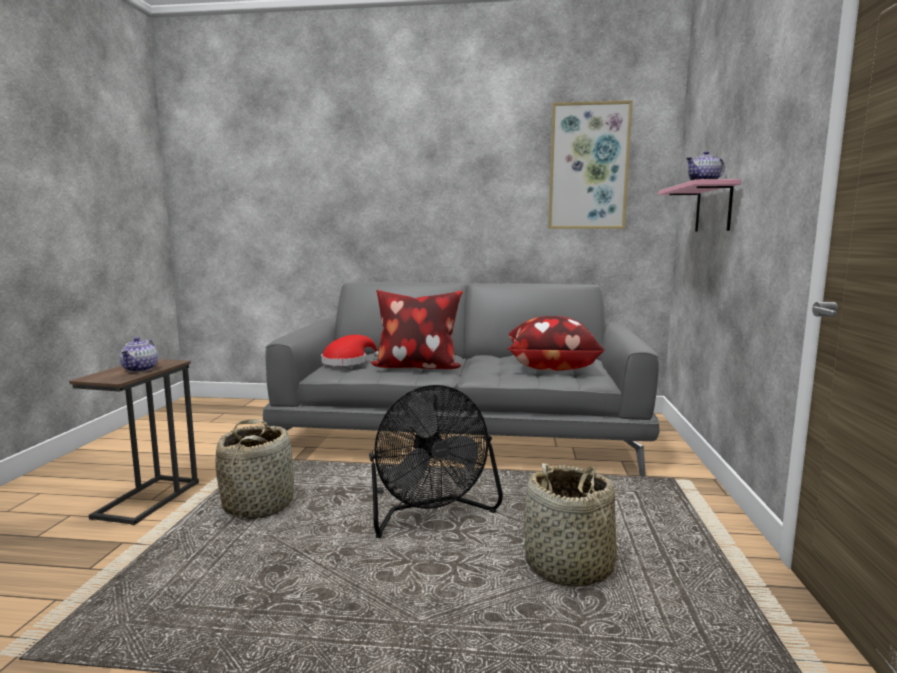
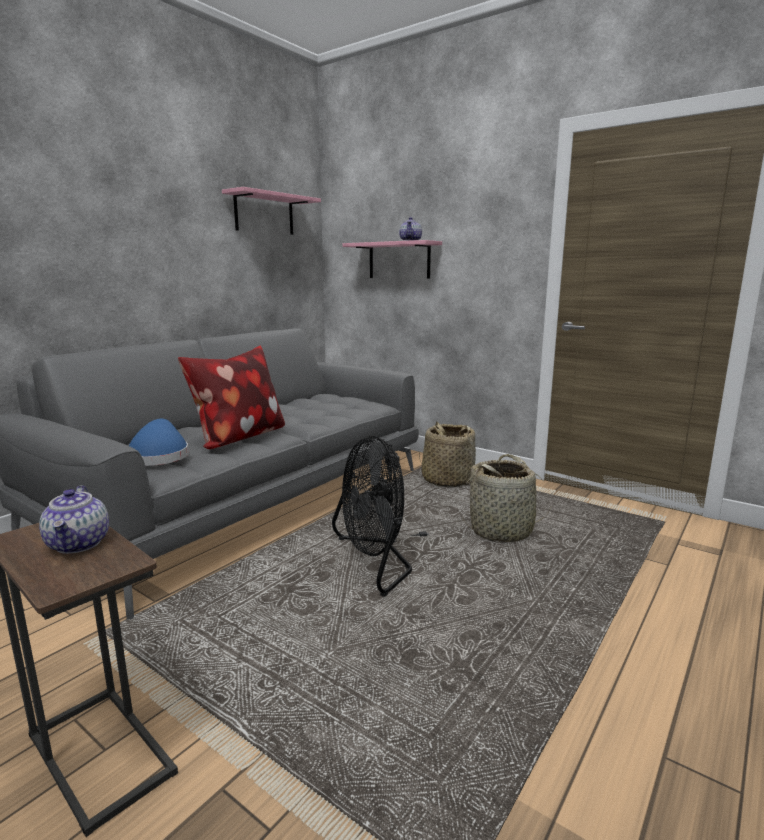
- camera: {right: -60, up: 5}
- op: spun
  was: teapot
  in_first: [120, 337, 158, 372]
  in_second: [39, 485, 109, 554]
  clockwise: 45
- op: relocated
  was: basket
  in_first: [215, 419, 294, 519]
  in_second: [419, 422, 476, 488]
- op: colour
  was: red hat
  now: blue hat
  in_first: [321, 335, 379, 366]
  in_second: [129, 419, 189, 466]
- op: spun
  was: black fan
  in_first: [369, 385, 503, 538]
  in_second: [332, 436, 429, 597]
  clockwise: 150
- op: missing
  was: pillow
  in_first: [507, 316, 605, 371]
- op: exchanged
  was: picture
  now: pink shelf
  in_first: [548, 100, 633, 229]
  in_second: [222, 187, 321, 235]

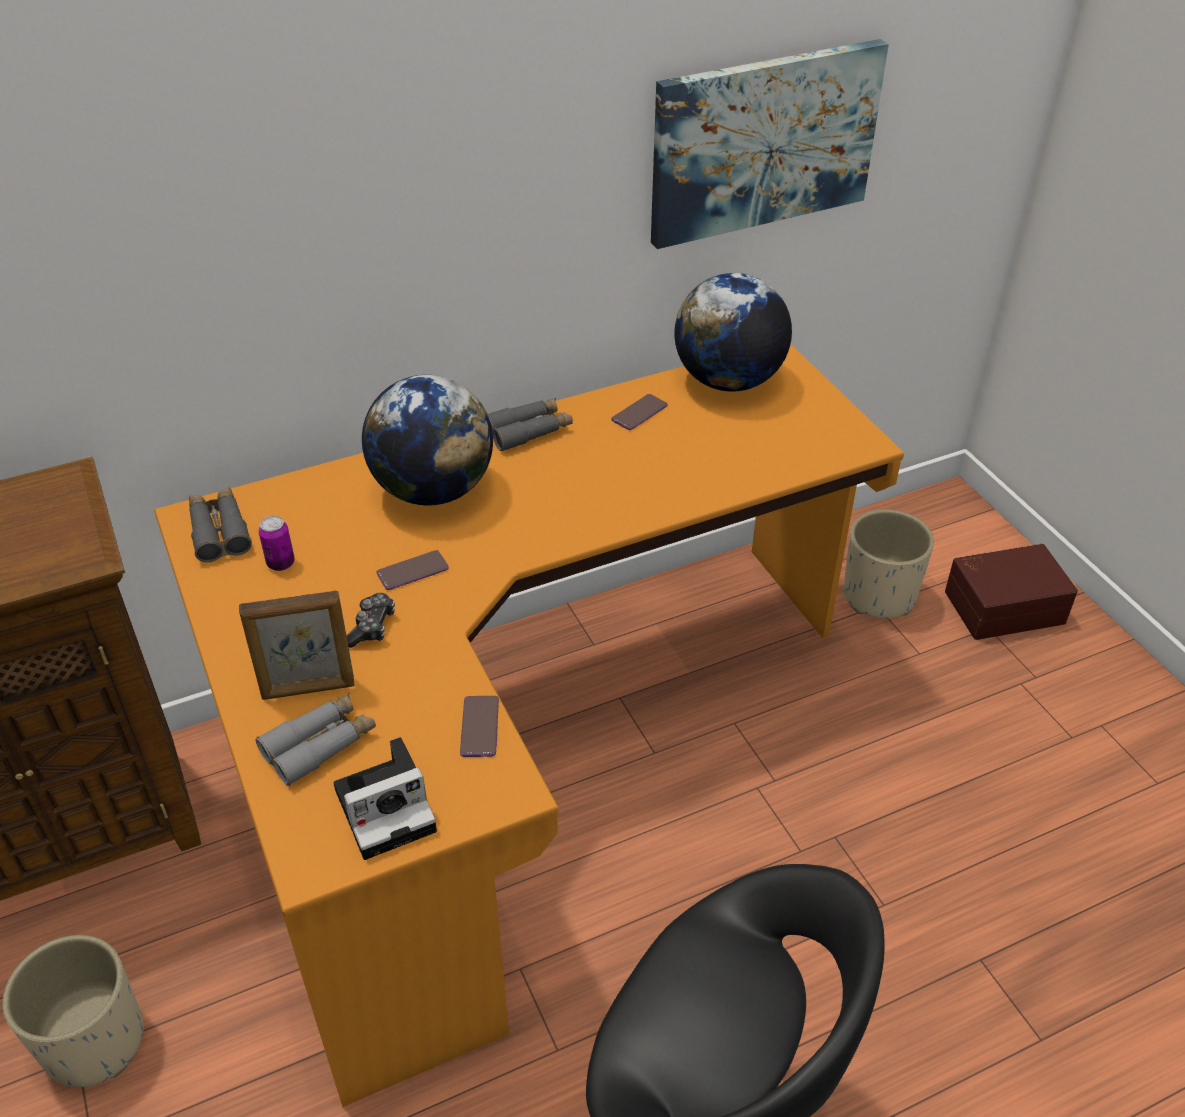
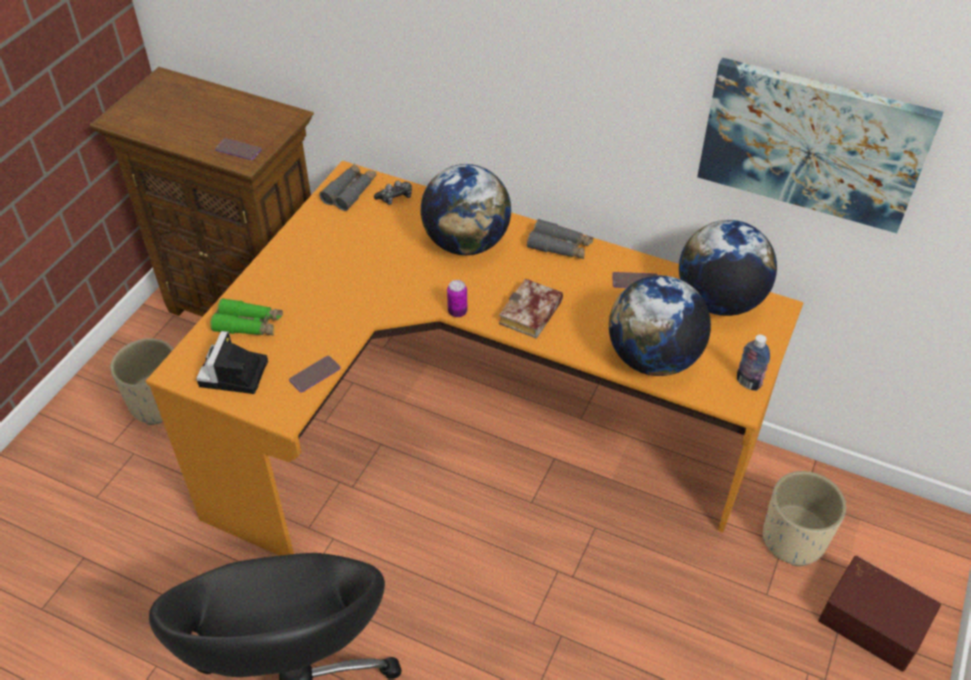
- camera: {right: 50, up: 5}
- op: missing
  was: picture frame
  in_first: [239, 591, 355, 700]
- op: colour
  was: grey binoculars
  now: green binoculars
  in_first: [256, 693, 376, 786]
  in_second: [210, 298, 283, 335]
- op: relocated
  was: can
  in_first: [259, 516, 295, 571]
  in_second: [447, 280, 468, 317]
- op: spun
  was: photo camera
  in_first: [333, 737, 437, 860]
  in_second: [196, 331, 268, 394]
  clockwise: 75
- op: relocated
  was: game controller
  in_first: [347, 593, 395, 648]
  in_second: [374, 181, 412, 205]
- op: relocated
  was: phone
  in_first: [376, 550, 449, 590]
  in_second: [215, 138, 262, 160]
- op: appeared
  now: book
  in_second: [499, 279, 563, 339]
- op: appeared
  now: globe
  in_second: [609, 275, 711, 376]
- op: appeared
  now: bottle
  in_second: [737, 335, 770, 391]

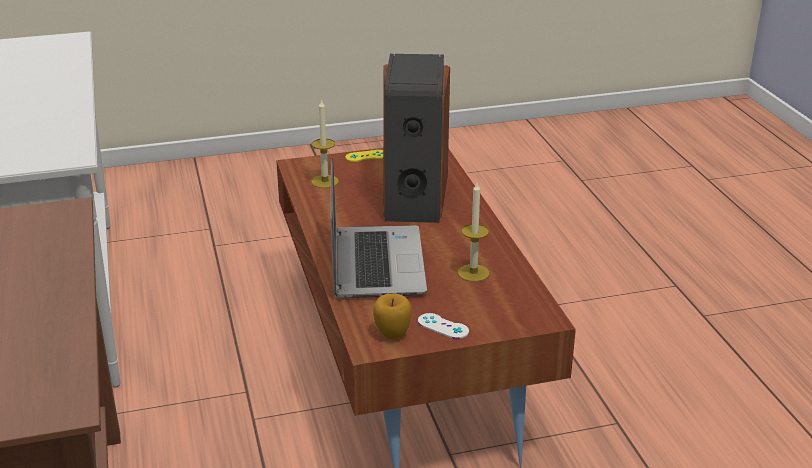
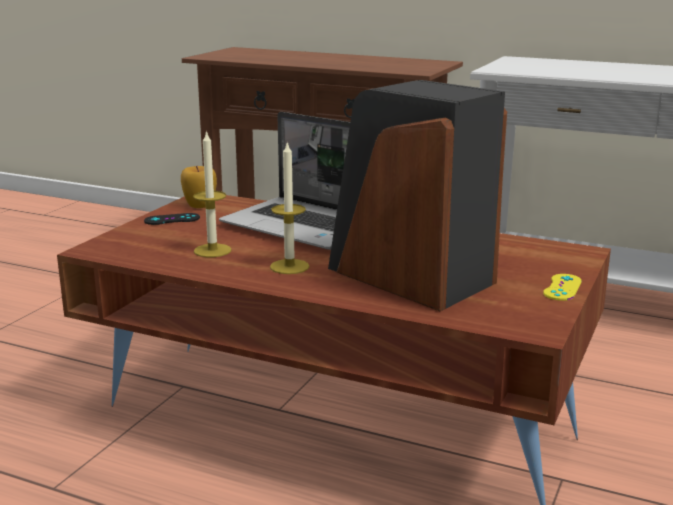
- camera: {right: 130, up: -10}
- op: relocated
  was: candle
  in_first: [311, 99, 339, 188]
  in_second: [270, 143, 310, 274]
- op: colour
  was: white game controller
  now: black game controller
  in_first: [418, 313, 469, 339]
  in_second: [144, 213, 200, 225]

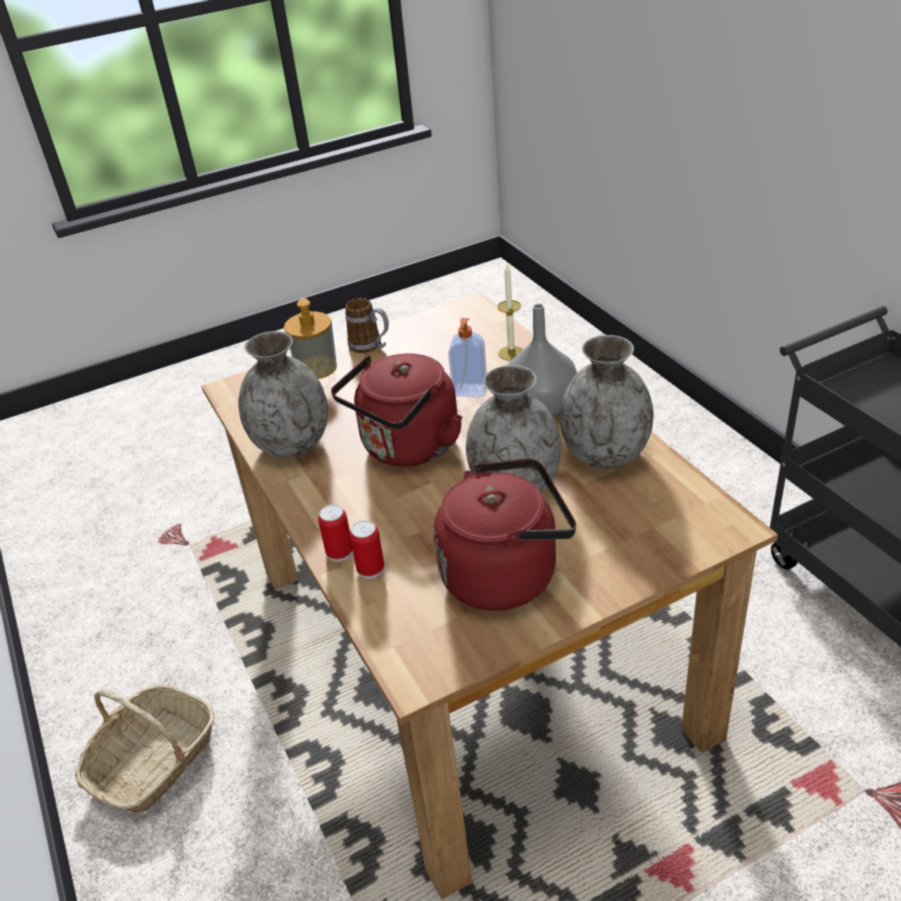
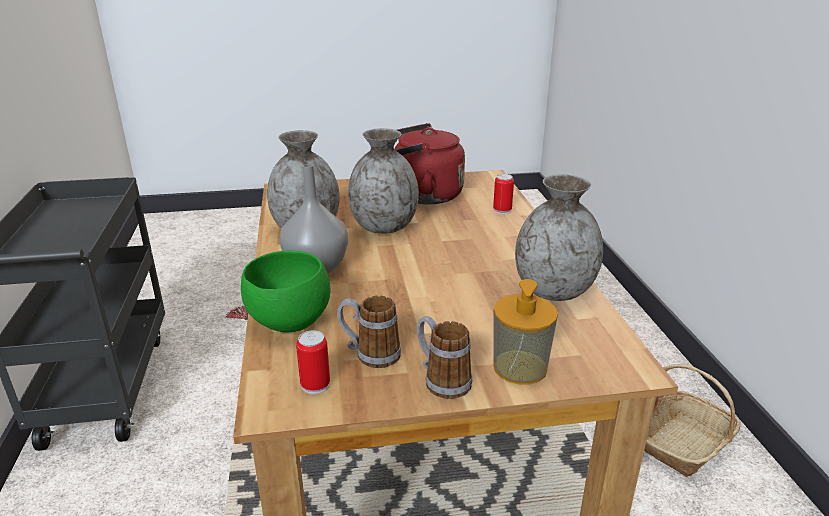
- camera: {right: -165, up: -10}
- op: relocated
  was: can
  in_first: [318, 504, 353, 562]
  in_second: [296, 330, 330, 394]
- op: missing
  was: red kettle
  in_first: [331, 353, 462, 467]
- op: missing
  was: soap dispenser
  in_first: [448, 318, 487, 397]
- op: exchanged
  was: candle
  now: green bowl
  in_first: [497, 265, 524, 361]
  in_second: [241, 251, 330, 332]
- op: appeared
  now: mug
  in_second: [337, 296, 401, 368]

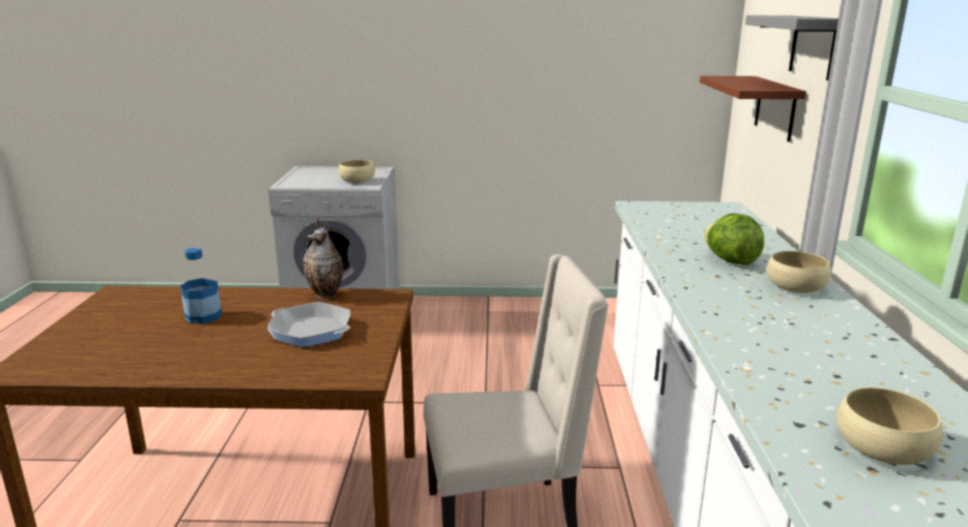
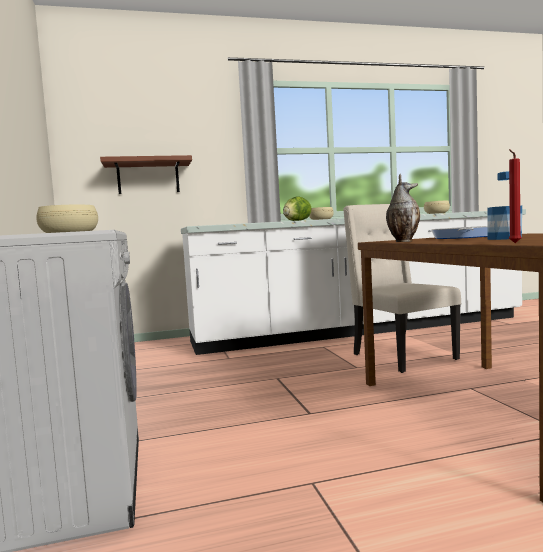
- camera: {right: -105, up: -15}
- op: missing
  was: grey shelf
  in_first: [745, 15, 839, 80]
- op: appeared
  now: red candle
  in_second: [509, 149, 522, 243]

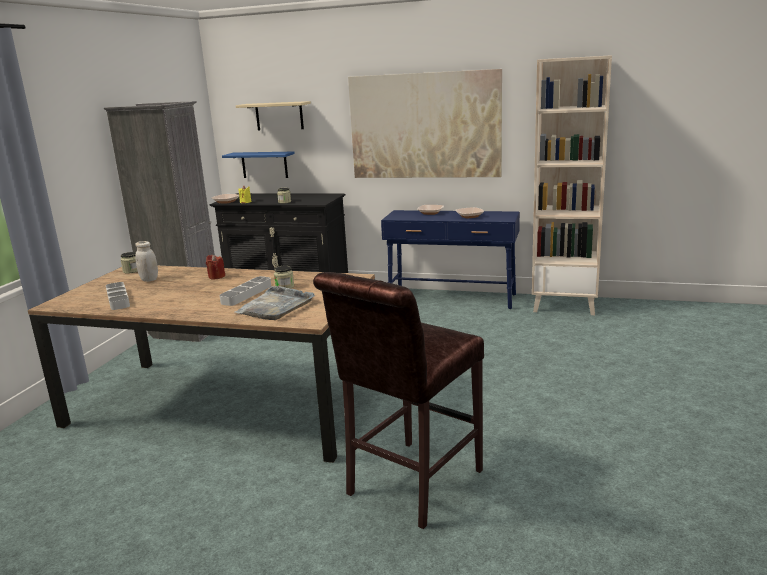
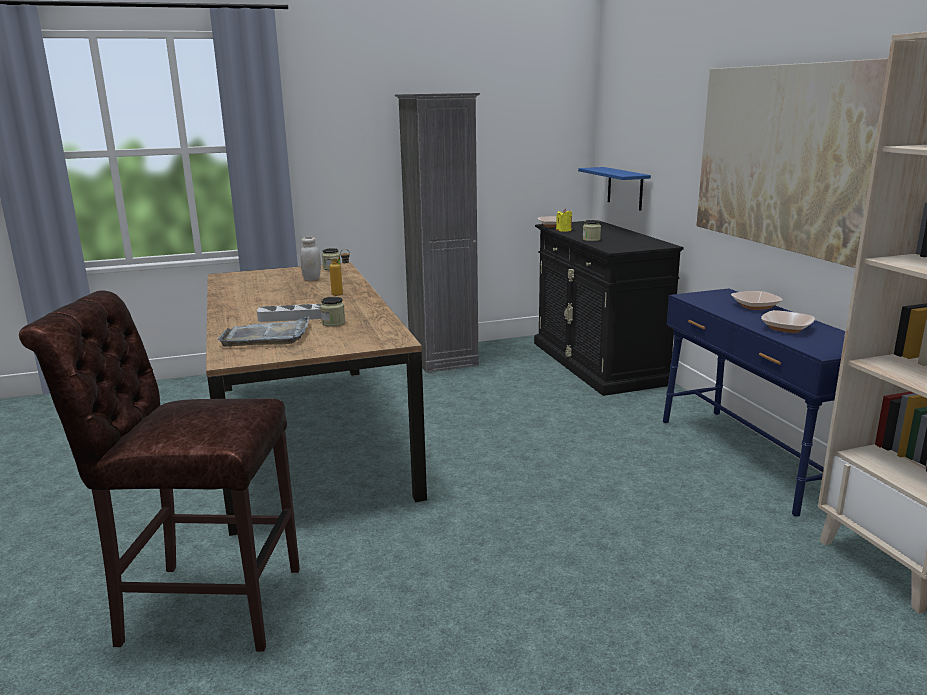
- camera: {right: 55, up: 0}
- op: missing
  was: grey tray
  in_first: [106, 282, 130, 310]
- op: exchanged
  was: red candle
  now: bottle
  in_first: [206, 255, 225, 279]
  in_second: [330, 249, 350, 296]
- op: missing
  was: beige shelf
  in_first: [236, 101, 311, 131]

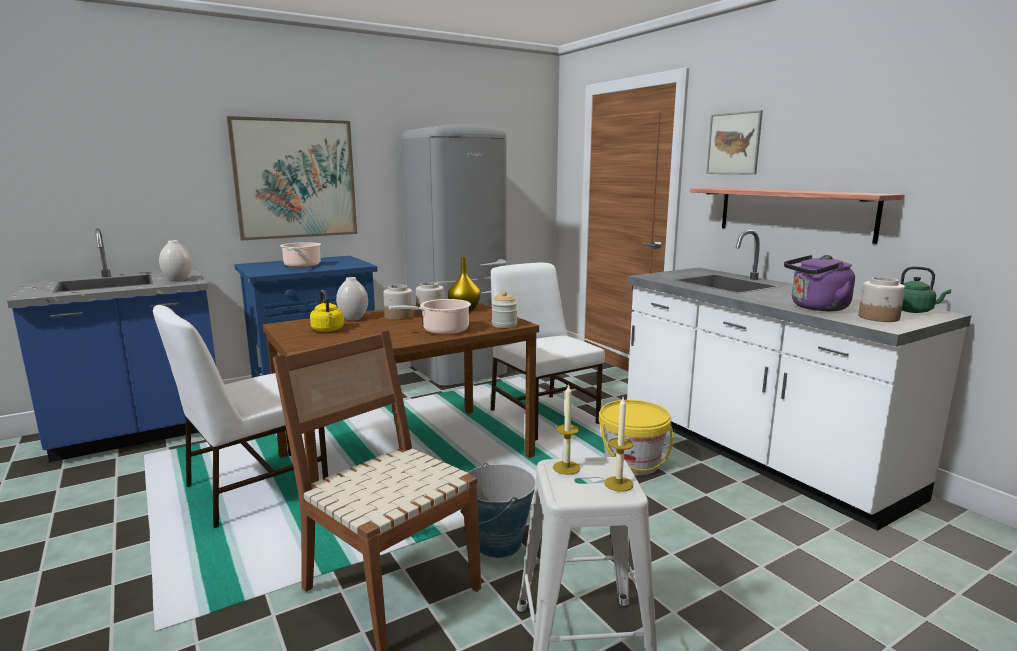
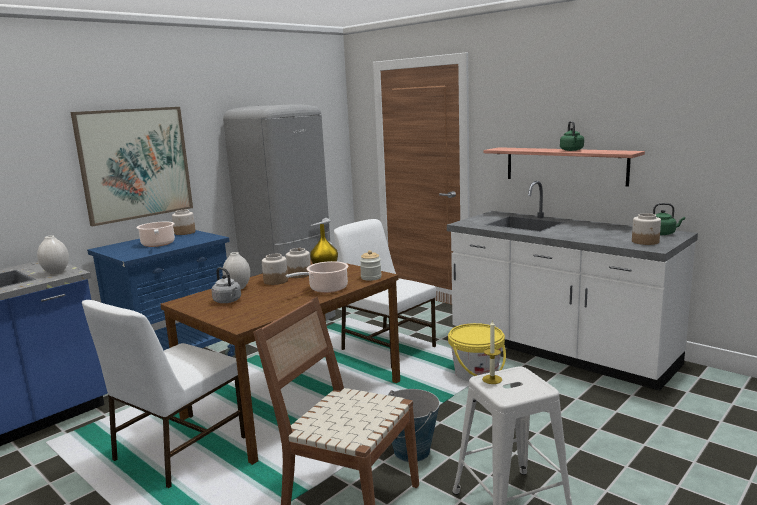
- camera: {right: -15, up: 0}
- op: colour
  was: yellow kettle
  now: grey kettle
  in_first: [310, 290, 344, 332]
  in_second: [211, 267, 241, 303]
- op: missing
  was: candle
  in_first: [604, 397, 634, 492]
- op: missing
  was: picture
  in_first: [706, 110, 763, 175]
- op: missing
  was: purple kettle
  in_first: [784, 255, 855, 311]
- op: appeared
  now: jar
  in_second: [172, 210, 196, 235]
- op: appeared
  now: green kettle
  in_second: [560, 121, 584, 151]

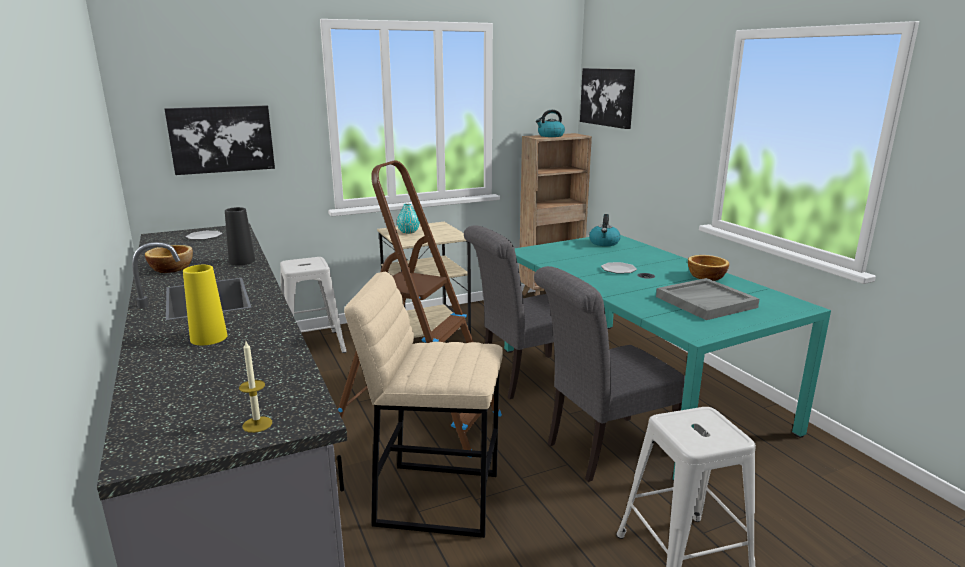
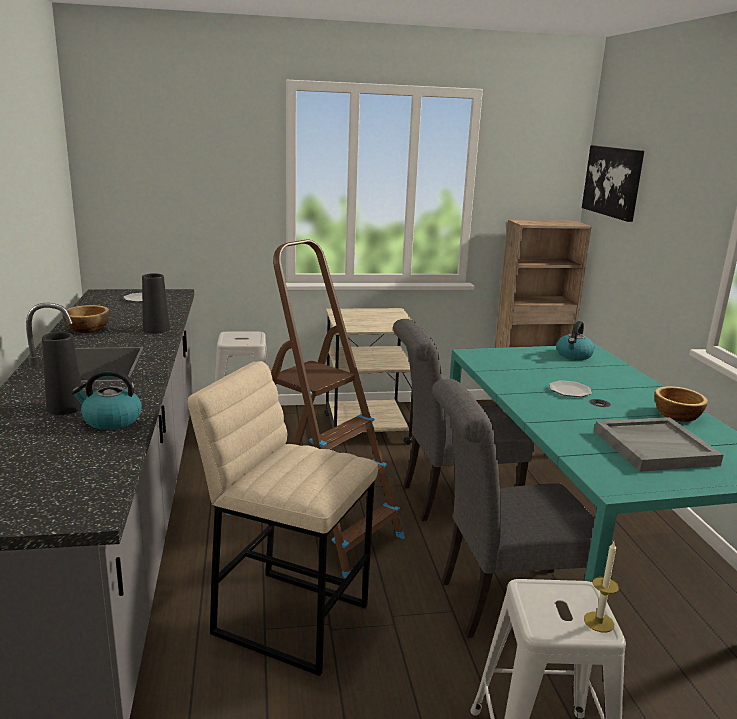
- camera: {right: 15, up: 0}
- op: missing
  was: picture
  in_first: [165, 105, 275, 175]
- op: colour
  was: yellow vase
  now: black vase
  in_first: [183, 265, 227, 345]
  in_second: [42, 332, 82, 415]
- op: relocated
  was: candle
  in_first: [239, 341, 272, 433]
  in_second: [584, 542, 619, 632]
- op: missing
  was: turquoise vase
  in_first: [397, 204, 420, 234]
- op: relocated
  was: kettle
  in_first: [536, 110, 565, 137]
  in_second: [71, 369, 142, 430]

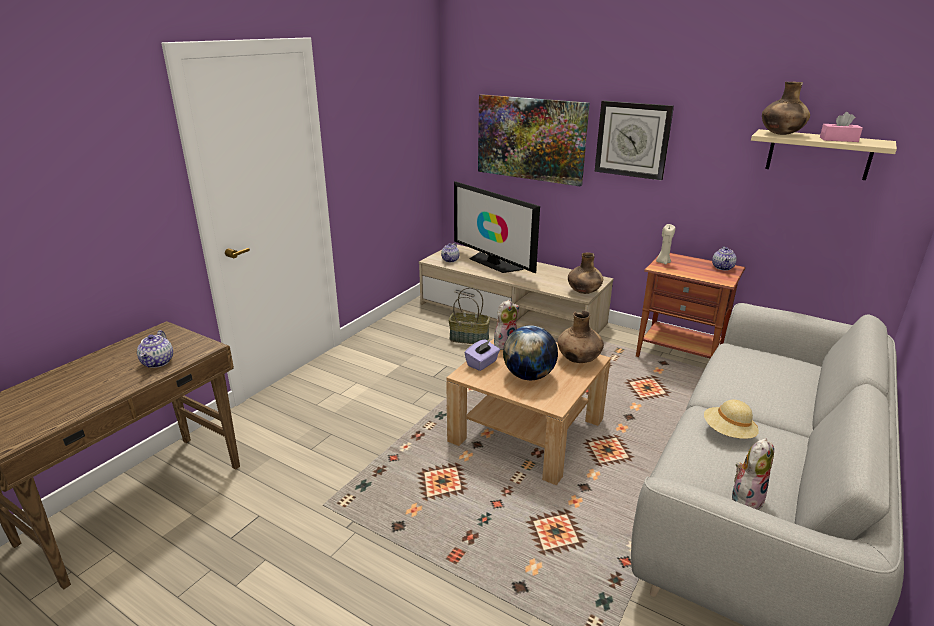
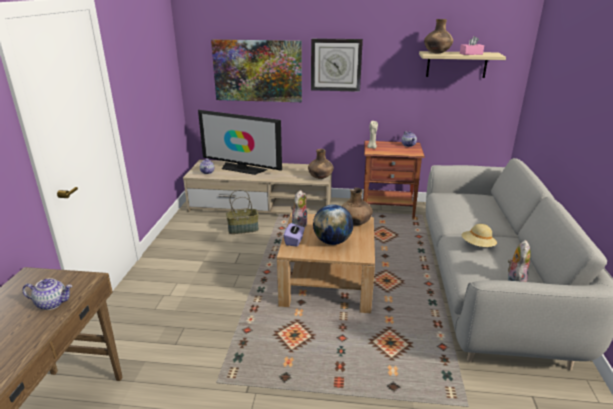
- camera: {right: -25, up: 0}
- op: spun
  was: teapot
  in_first: [137, 330, 173, 368]
  in_second: [22, 278, 72, 310]
  clockwise: -60

